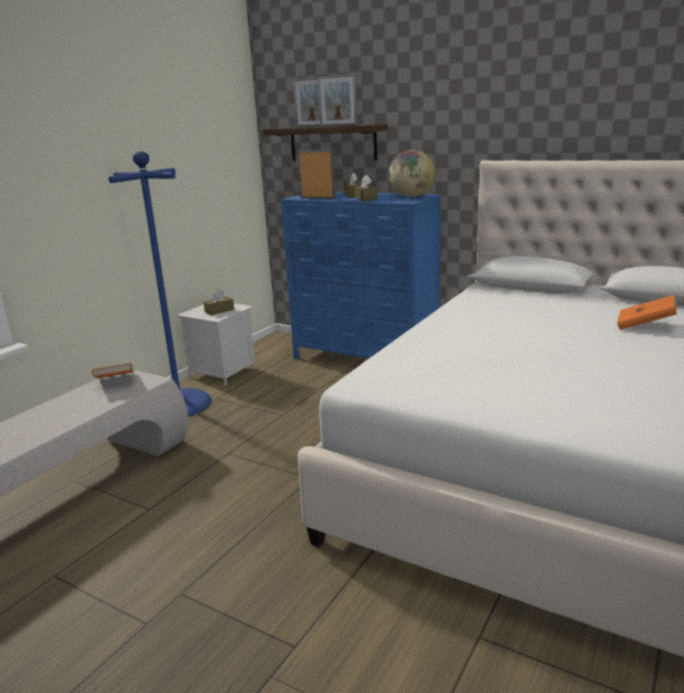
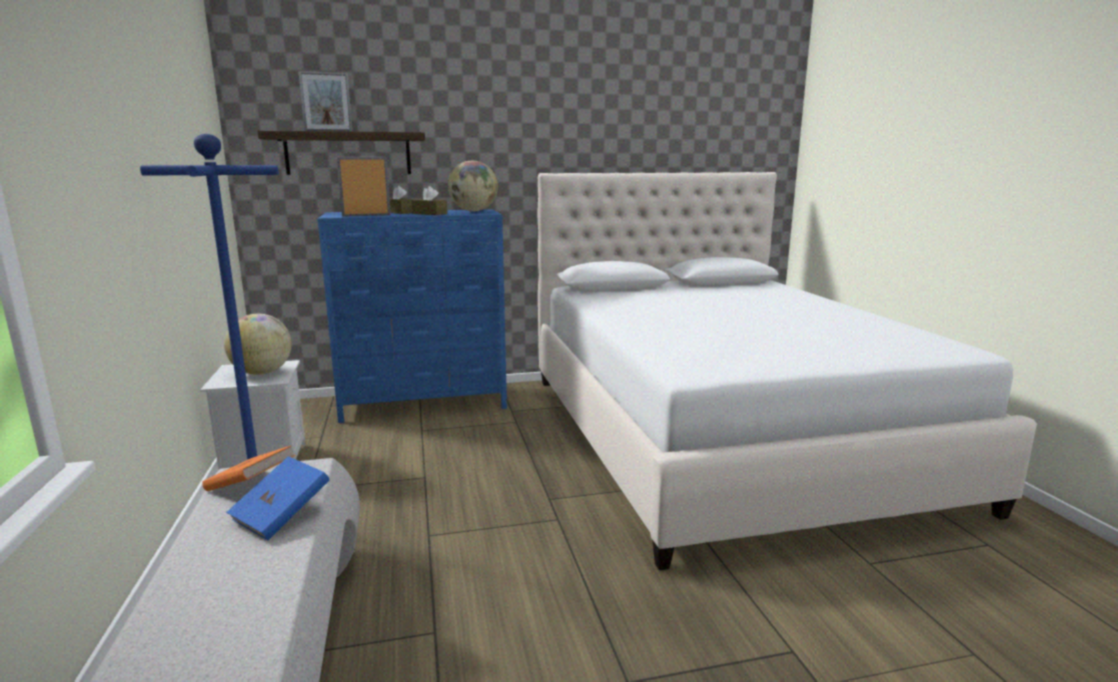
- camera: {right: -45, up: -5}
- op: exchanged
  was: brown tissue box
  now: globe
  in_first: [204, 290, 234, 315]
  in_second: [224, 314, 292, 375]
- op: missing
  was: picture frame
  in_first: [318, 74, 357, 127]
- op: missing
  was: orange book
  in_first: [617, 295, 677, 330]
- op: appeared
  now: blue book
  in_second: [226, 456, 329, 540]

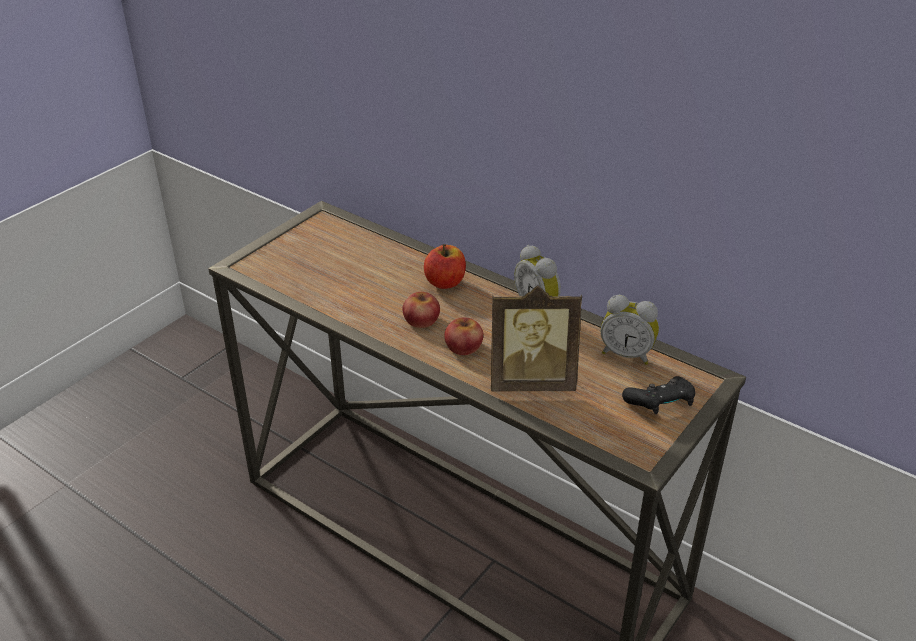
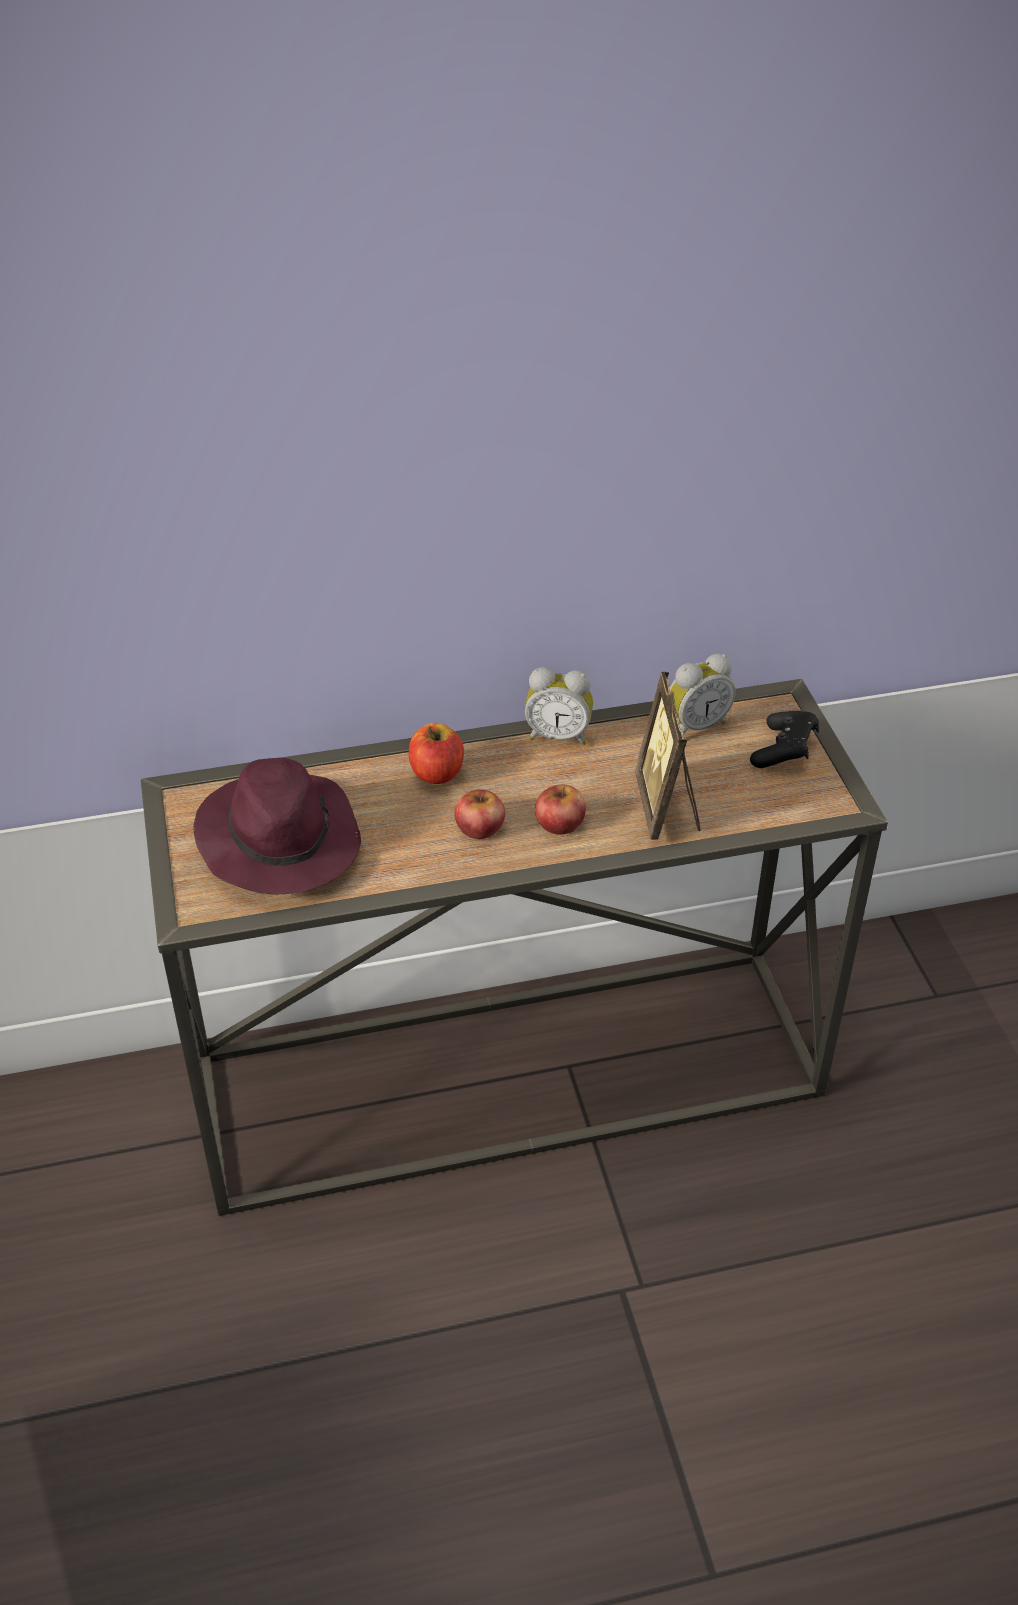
- camera: {right: -50, up: 5}
- op: spun
  was: picture frame
  in_first: [491, 286, 582, 391]
  in_second: [635, 672, 700, 840]
  clockwise: 135
- op: appeared
  now: purple hat
  in_second: [194, 758, 361, 894]

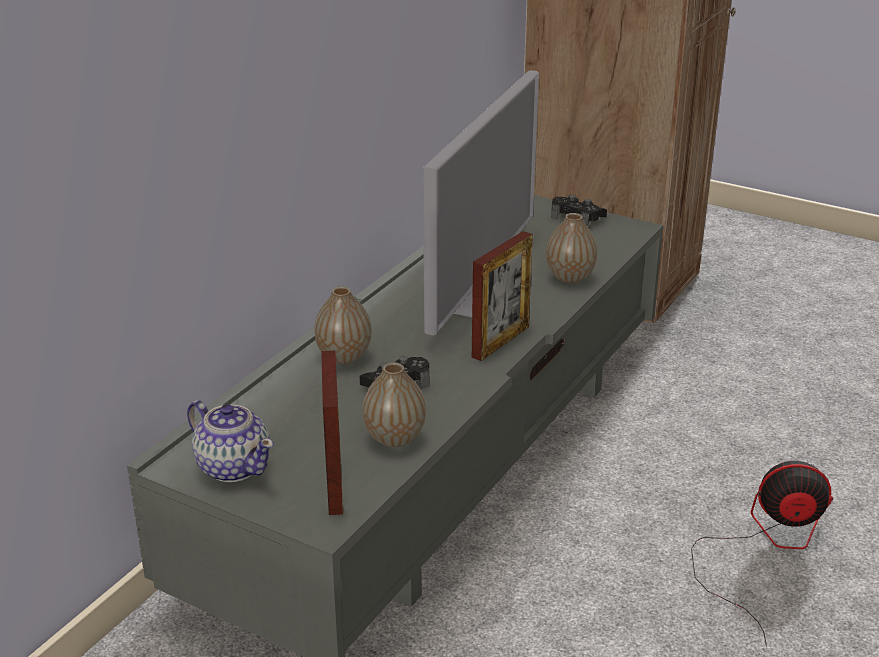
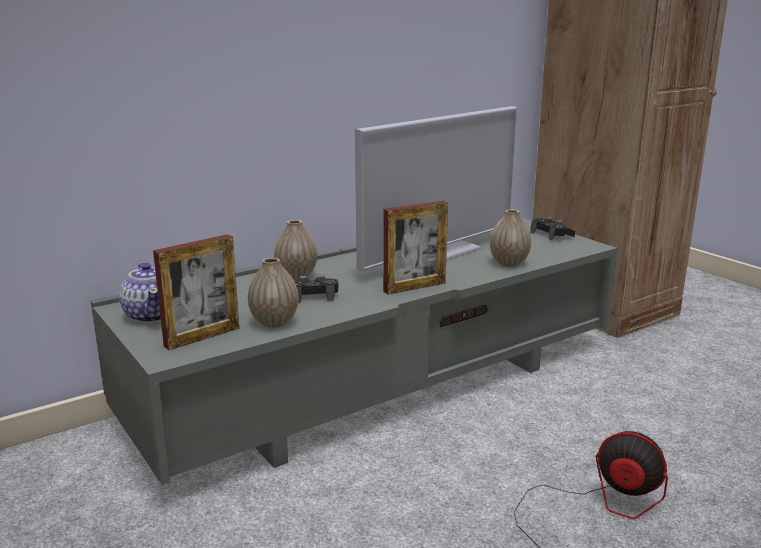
- camera: {right: 25, up: -10}
- op: spun
  was: picture frame
  in_first: [321, 350, 343, 515]
  in_second: [153, 234, 239, 350]
  clockwise: -150

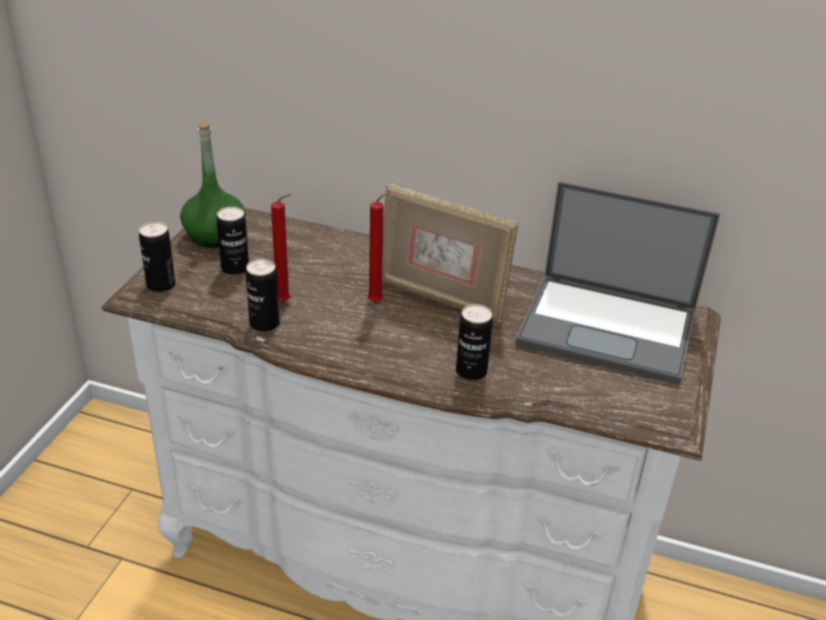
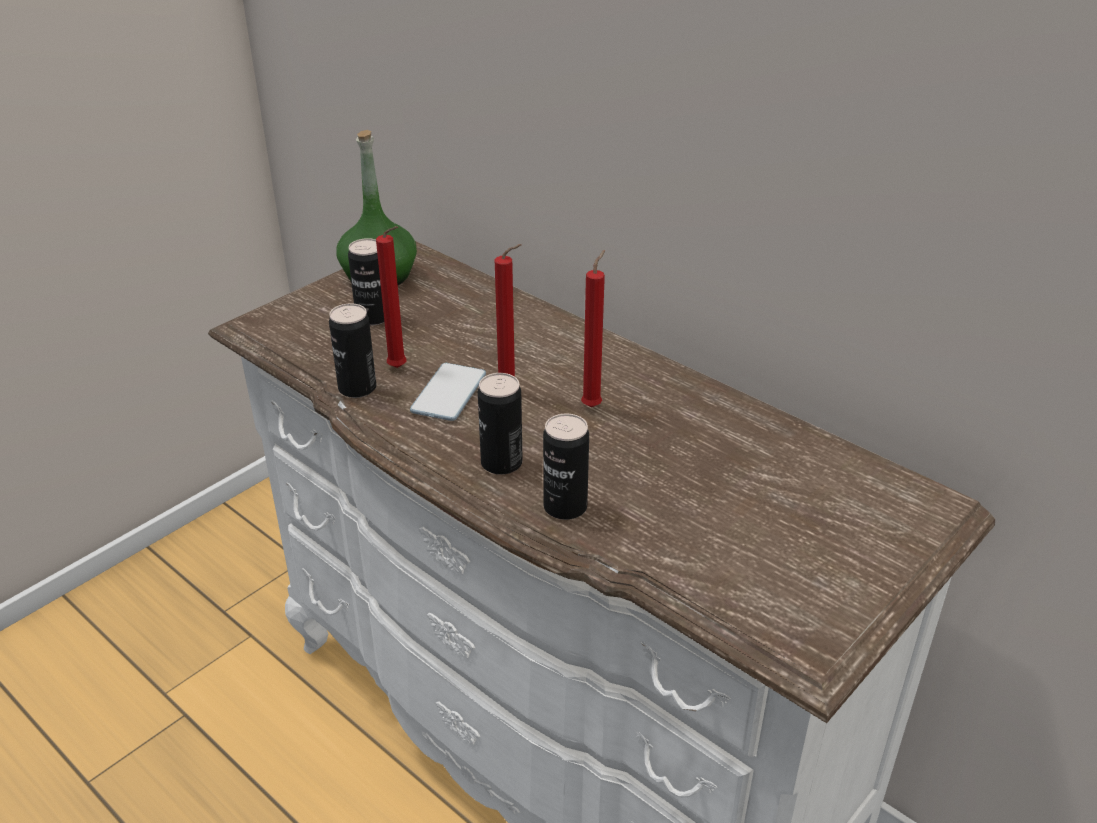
- camera: {right: 25, up: 0}
- op: relocated
  was: can
  in_first: [139, 222, 176, 292]
  in_second: [478, 373, 523, 475]
- op: exchanged
  was: picture frame
  now: red candle
  in_first: [382, 184, 518, 323]
  in_second: [581, 250, 605, 407]
- op: missing
  was: laptop
  in_first: [515, 181, 720, 384]
- op: appeared
  now: phone
  in_second: [410, 363, 486, 421]

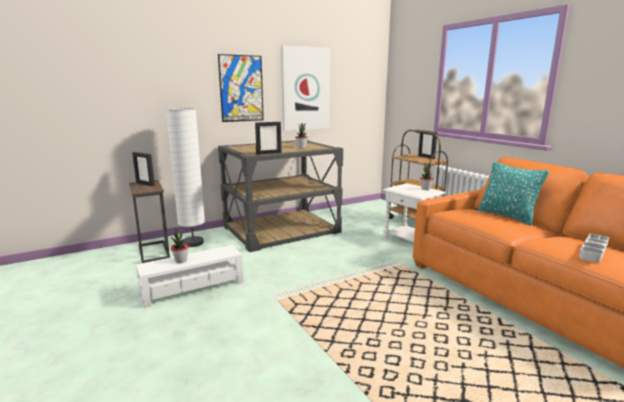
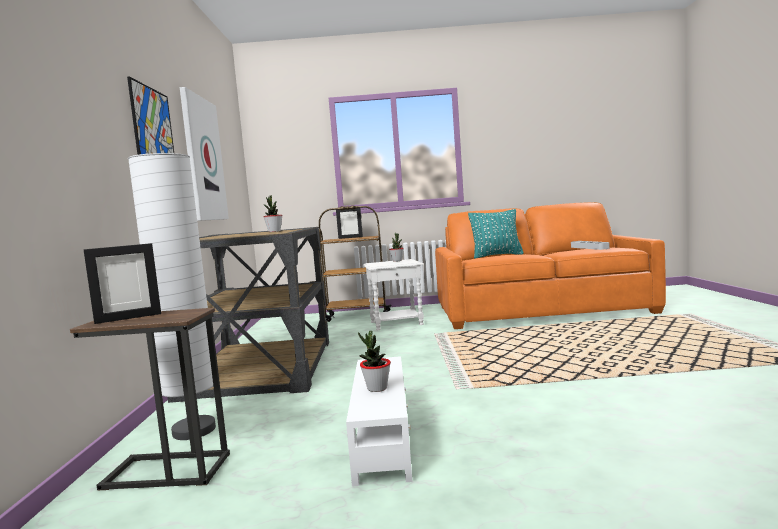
- camera: {right: -60, up: -10}
- op: missing
  was: picture frame
  in_first: [255, 122, 281, 155]

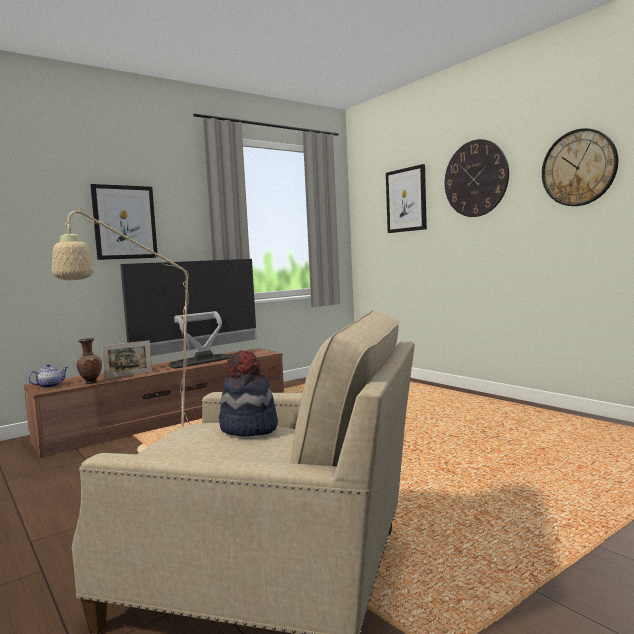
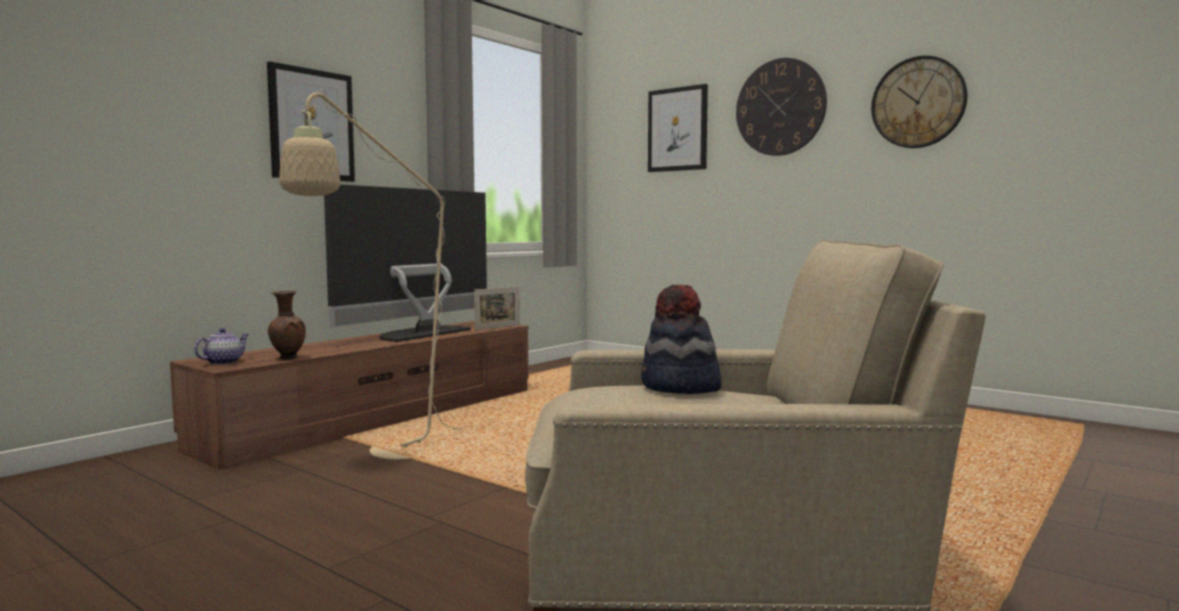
- camera: {right: -15, up: 0}
- op: relocated
  was: picture frame
  in_first: [102, 340, 152, 379]
  in_second: [474, 286, 520, 330]

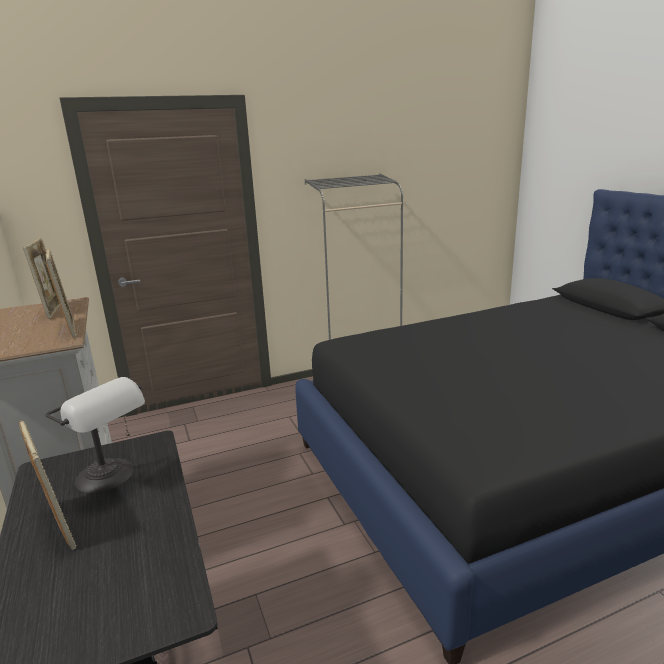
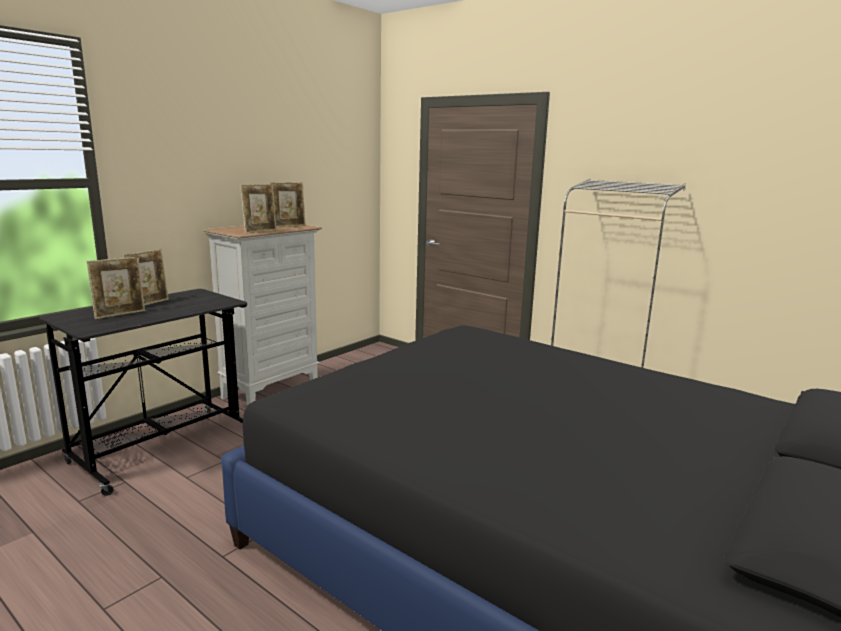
- camera: {right: 60, up: -5}
- op: missing
  was: table lamp
  in_first: [46, 377, 145, 493]
- op: appeared
  now: picture frame
  in_second: [87, 257, 145, 319]

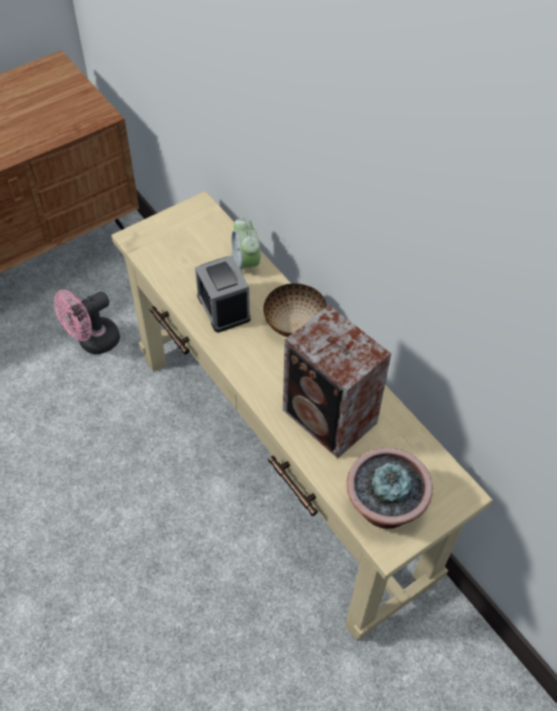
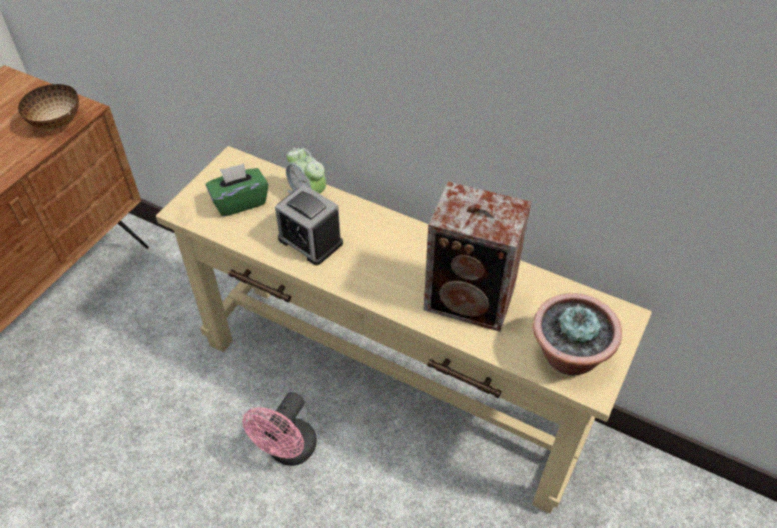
- camera: {right: -25, up: -5}
- op: relocated
  was: pink fan
  in_first: [54, 290, 120, 354]
  in_second: [243, 392, 317, 466]
- op: relocated
  was: bowl
  in_first: [263, 283, 327, 337]
  in_second: [18, 84, 79, 130]
- op: appeared
  now: green tissue box
  in_second: [206, 163, 269, 216]

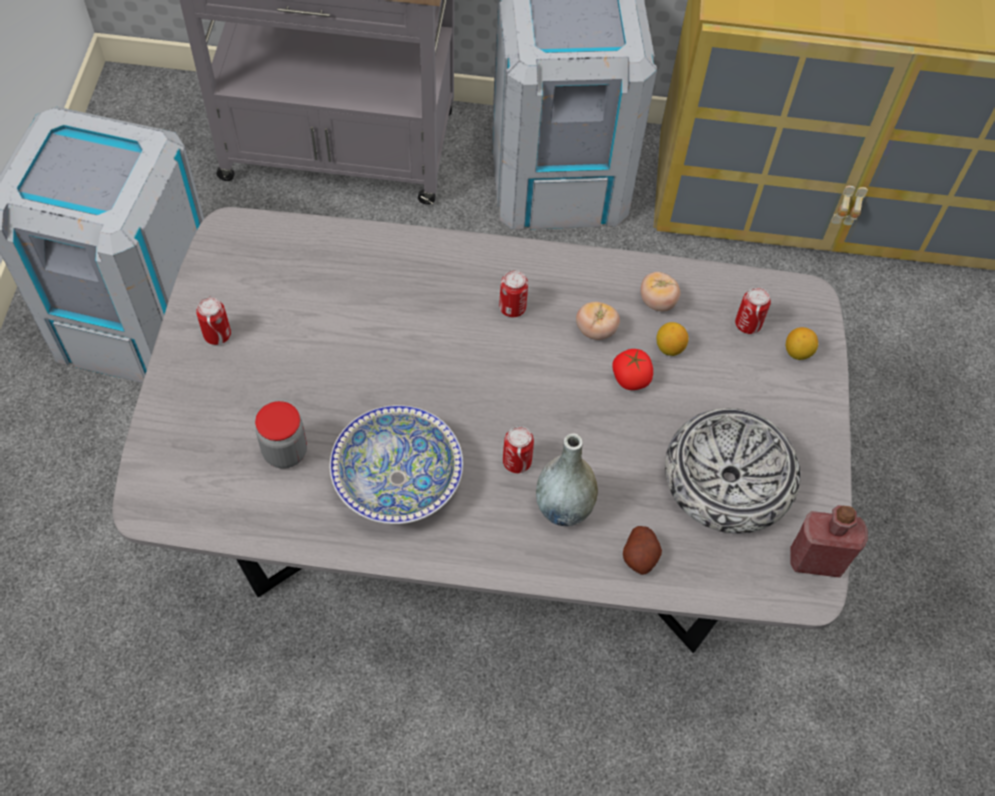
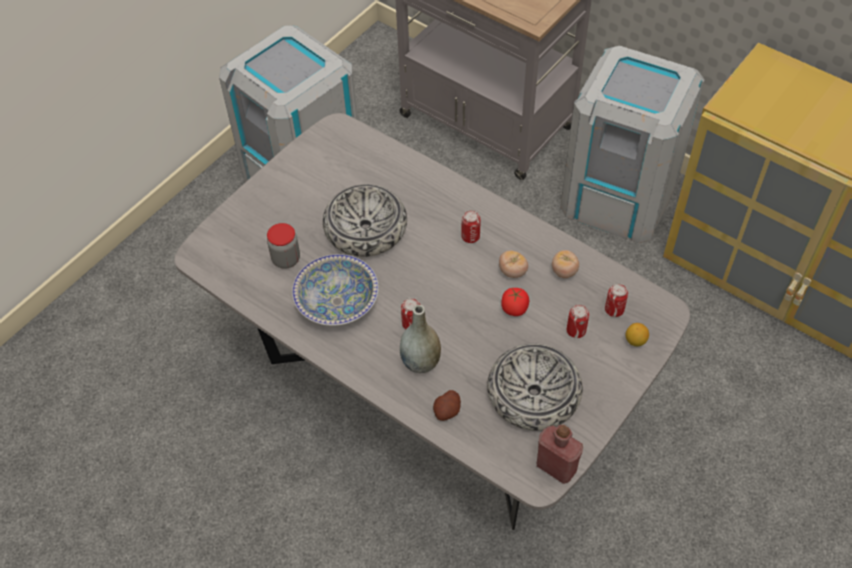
- camera: {right: 35, up: -5}
- op: relocated
  was: can
  in_first: [196, 297, 231, 345]
  in_second: [567, 304, 589, 338]
- op: missing
  was: lemon
  in_first: [657, 322, 689, 356]
- op: appeared
  now: bowl
  in_second: [323, 184, 407, 257]

